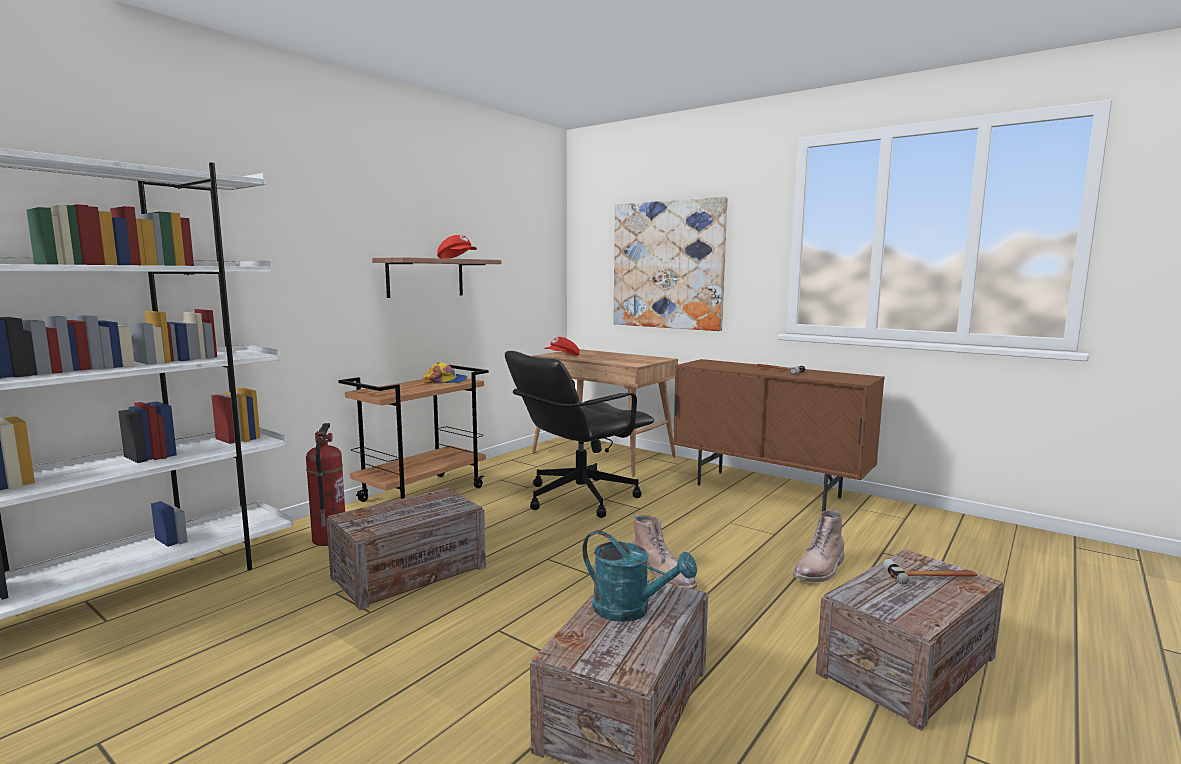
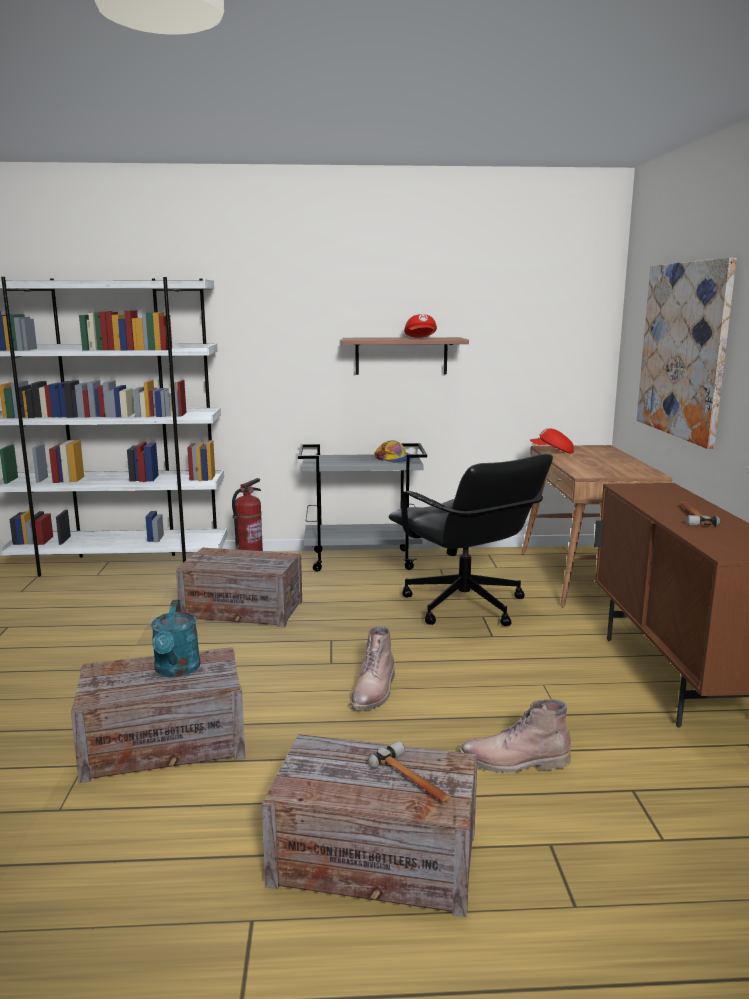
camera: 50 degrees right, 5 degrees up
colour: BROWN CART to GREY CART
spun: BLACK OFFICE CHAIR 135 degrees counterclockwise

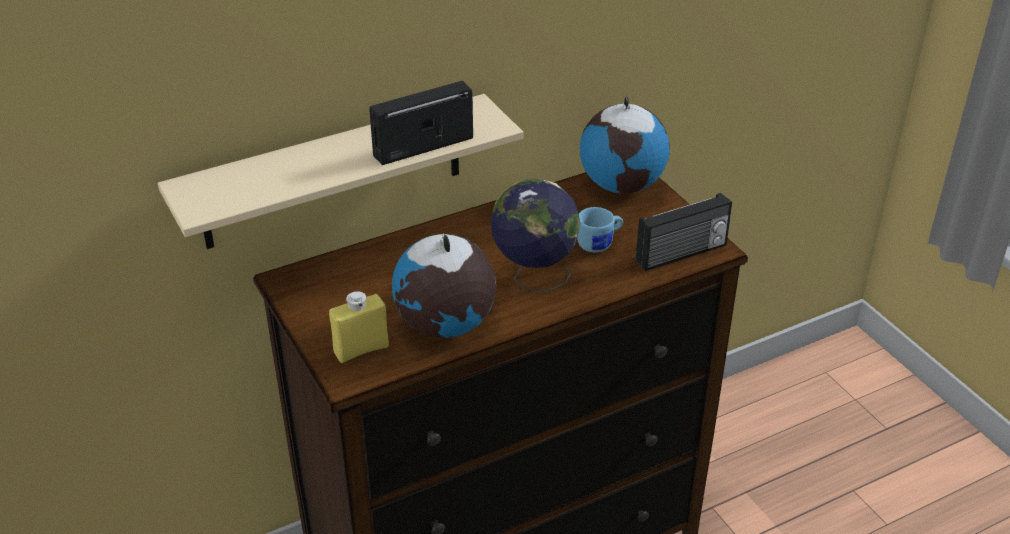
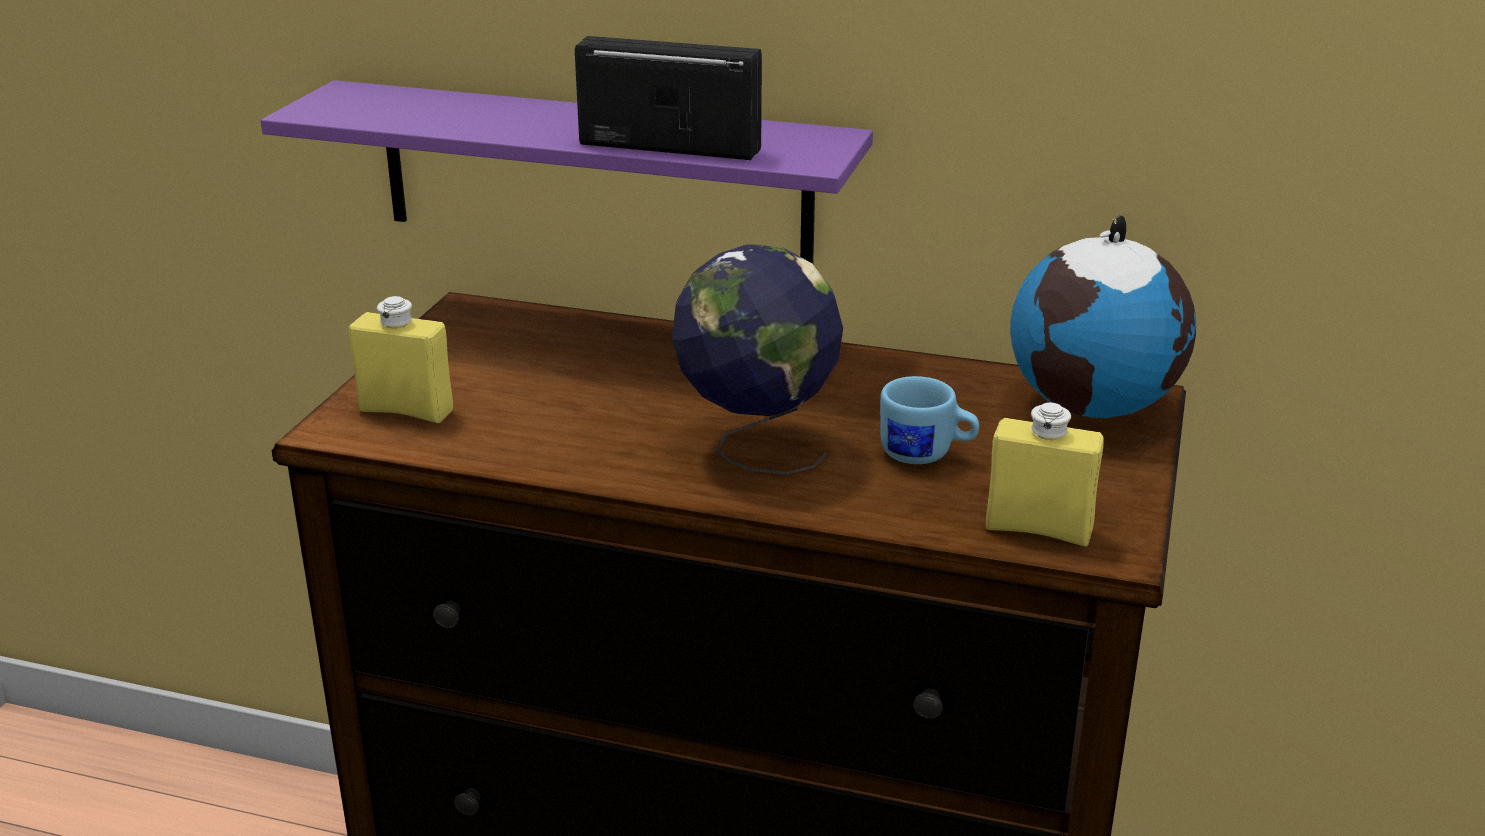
camera: 45 degrees right, 10 degrees down
missing: GLOBE (no. 1 from left)
exchanged: RADIO (no. 2 from left) to YELLOW BOTTLE (no. 2 from left)
colour: BEIGE SHELF to PURPLE SHELF

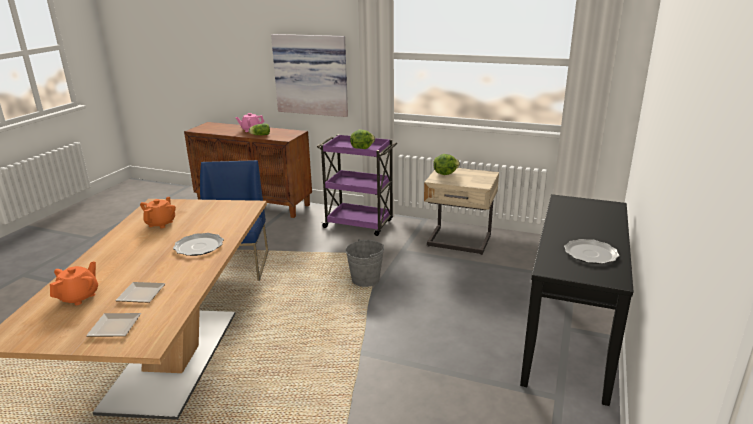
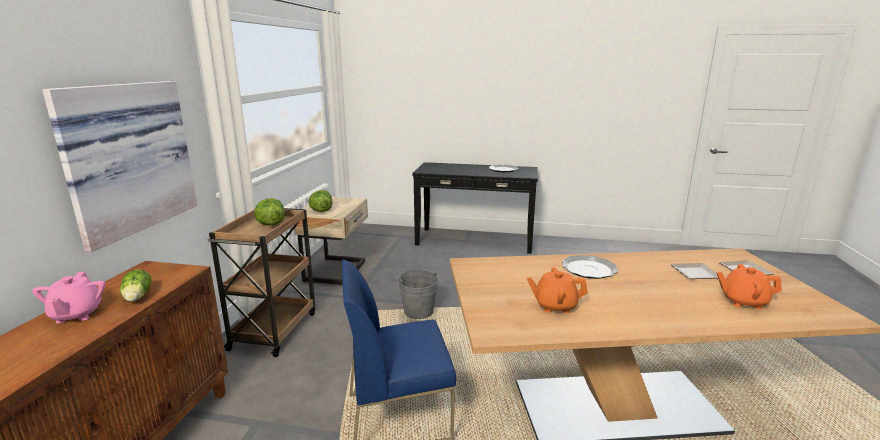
camera: 100 degrees left, 5 degrees down
colour: PURPLE CART to BROWN CART

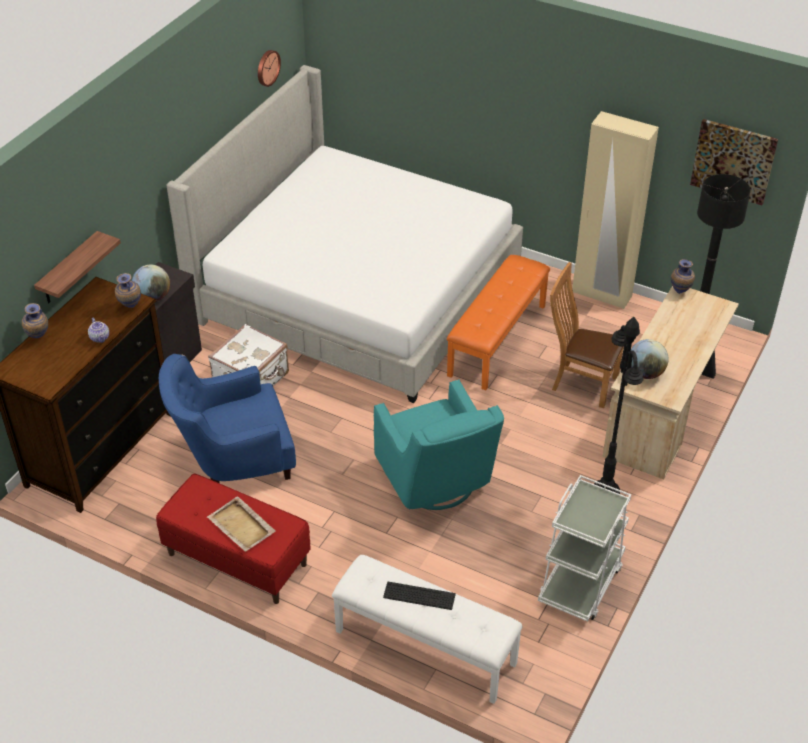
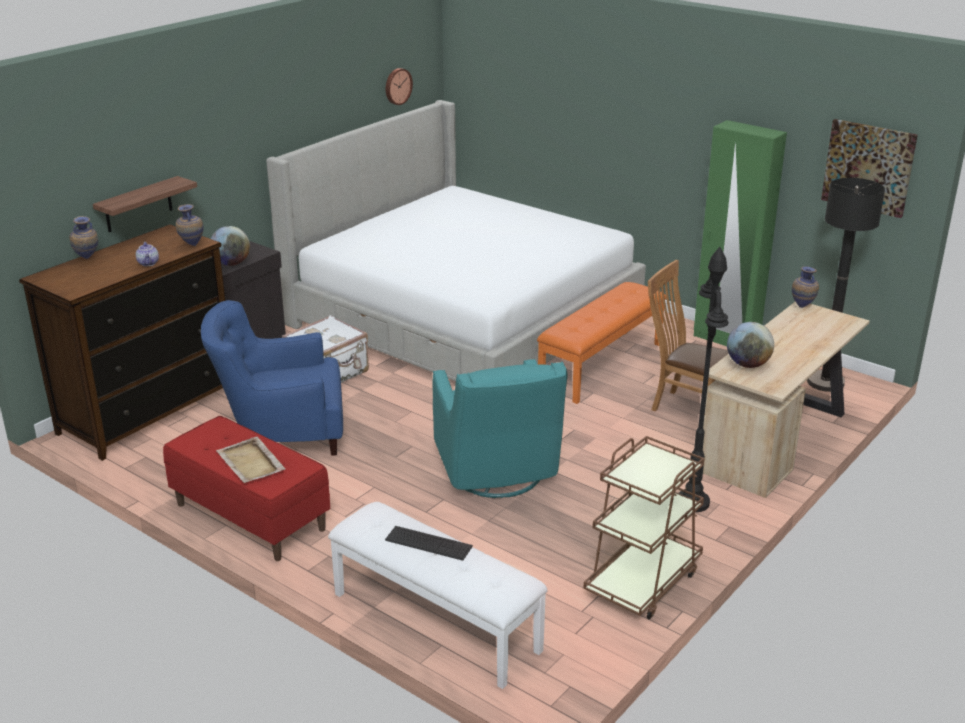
camera: 10 degrees right, 15 degrees down
colour: WHITE CART to BROWN CART; BEIGE WARDROBE to GREEN WARDROBE

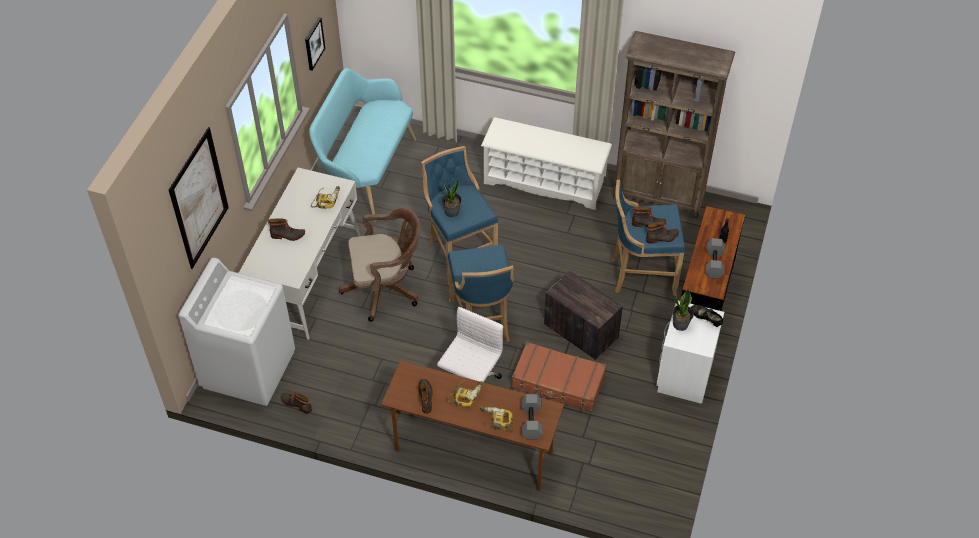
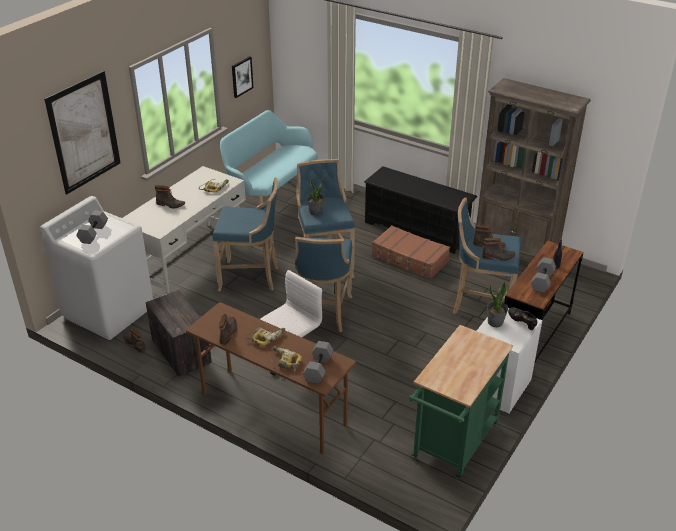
camera: 15 degrees right, 15 degrees down
appeared: GREY DUMBBELL (no. 1 from left); GREEN CART
relocated: BROWN SUITCASE; CRATE
exchanged: BROWN OFFICE CHAIR to BLUE STOOL (no. 1 from left)
colour: WHITE SHOE RACK to BLACK SHOE RACK

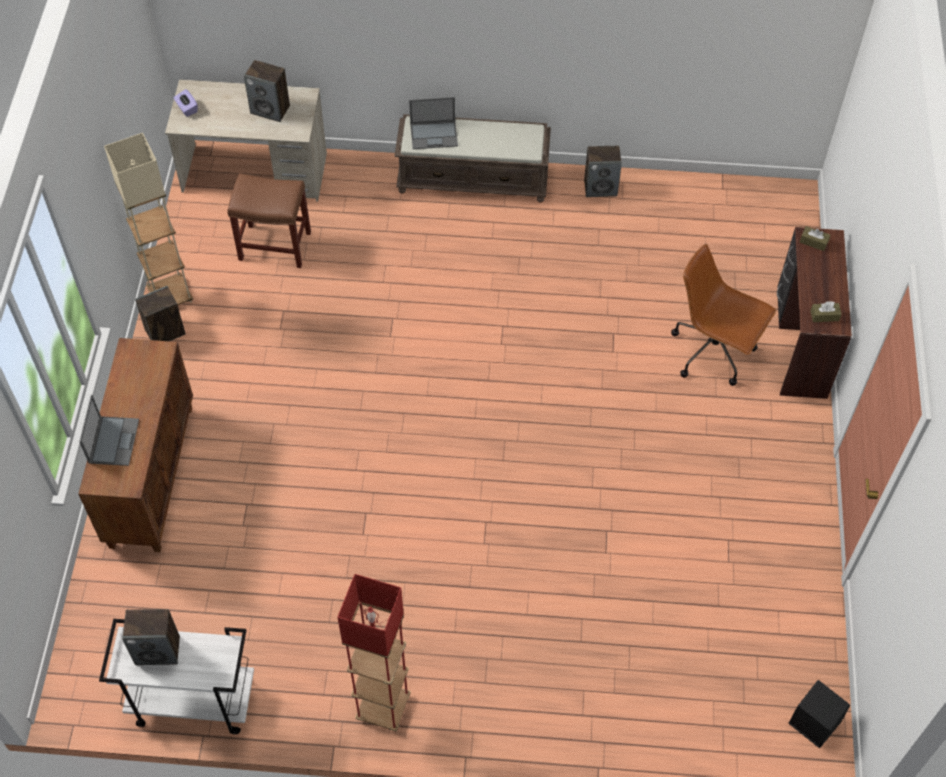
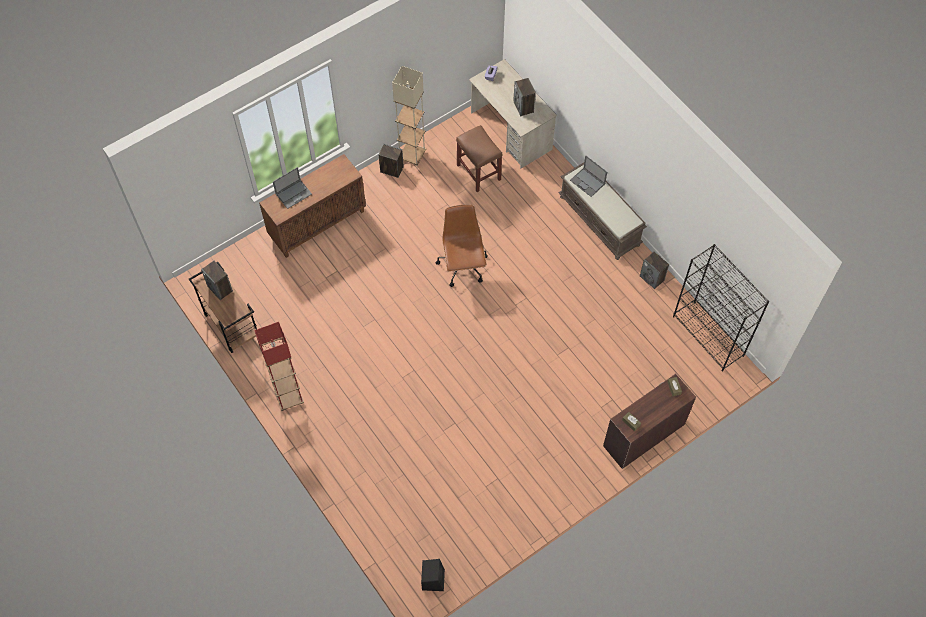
camera: 50 degrees right, 5 degrees up
appeared: BLACK BOOKCASE
relocated: BROWN OFFICE CHAIR
colour: WHITE CART to BROWN CART

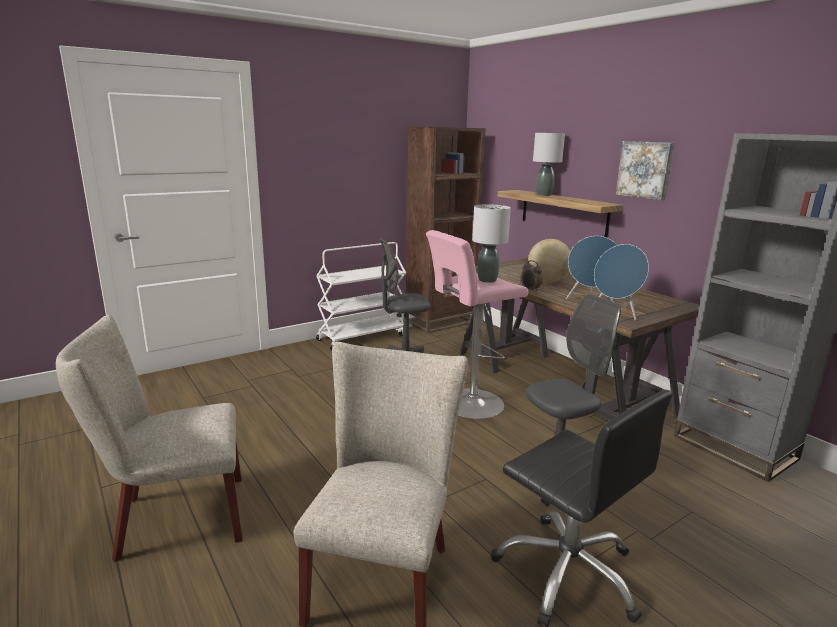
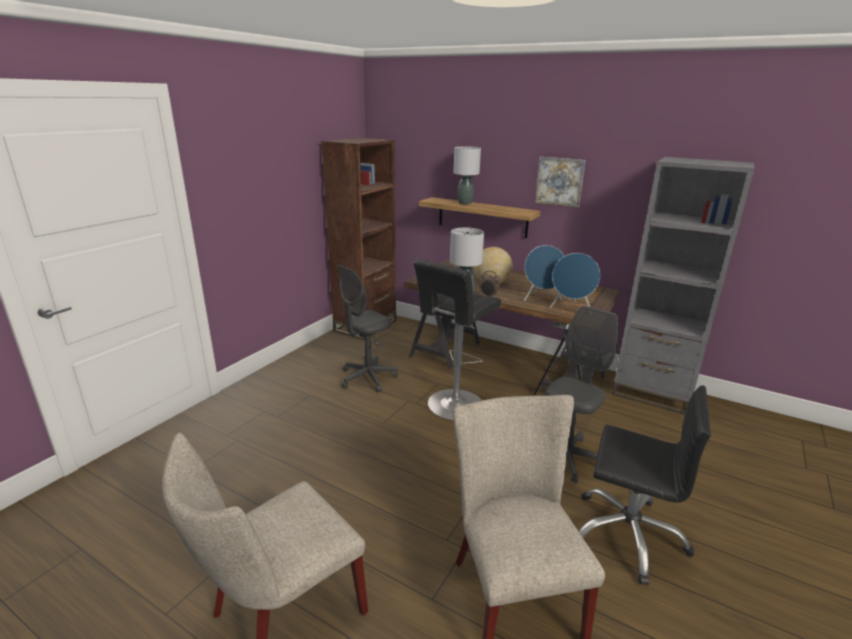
camera: 25 degrees left, 5 degrees up
missing: WHITE CART
colour: PINK STOOL to BLACK STOOL

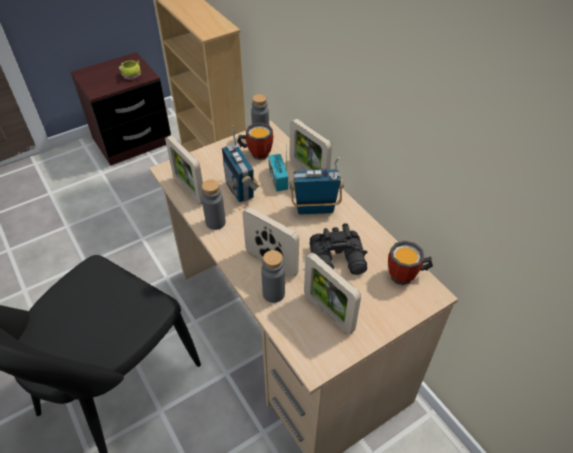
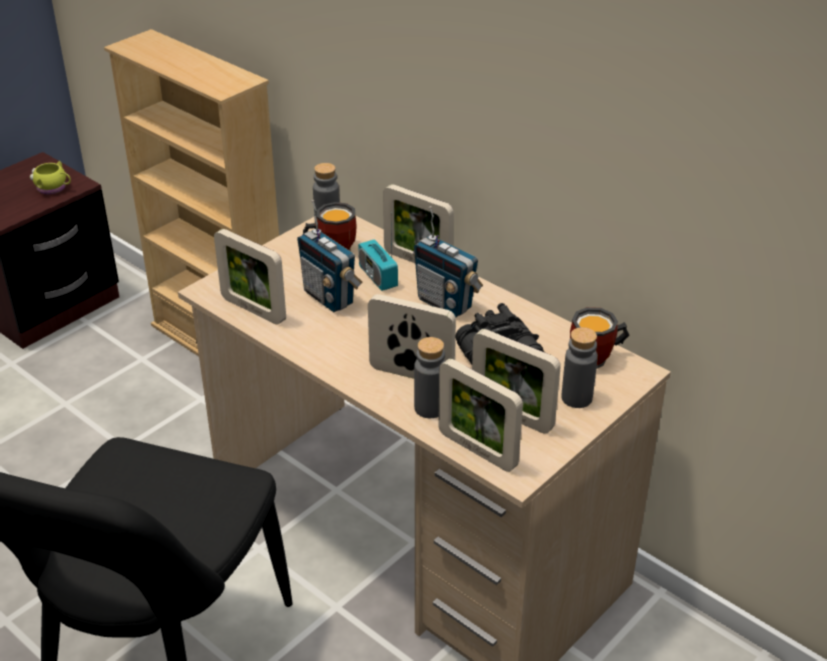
camera: 15 degrees left, 10 degrees down
appeared: PICTURE FRAME (no. 4 from left)
relocated: GREY BOTTLE (no. 1 from left in the first image) to GREY BOTTLE (no. 3 from left)
spun: RADIO (no. 3 from left) 120 degrees counterclockwise

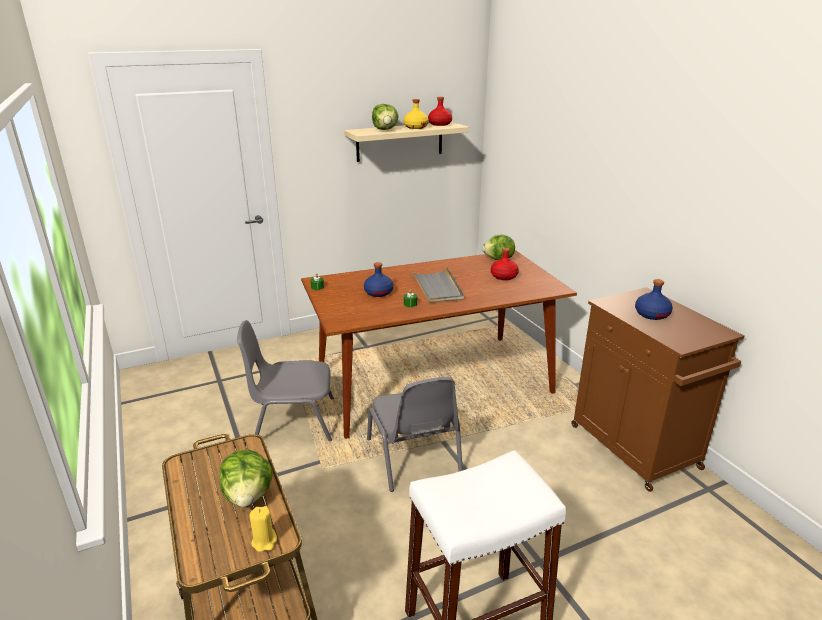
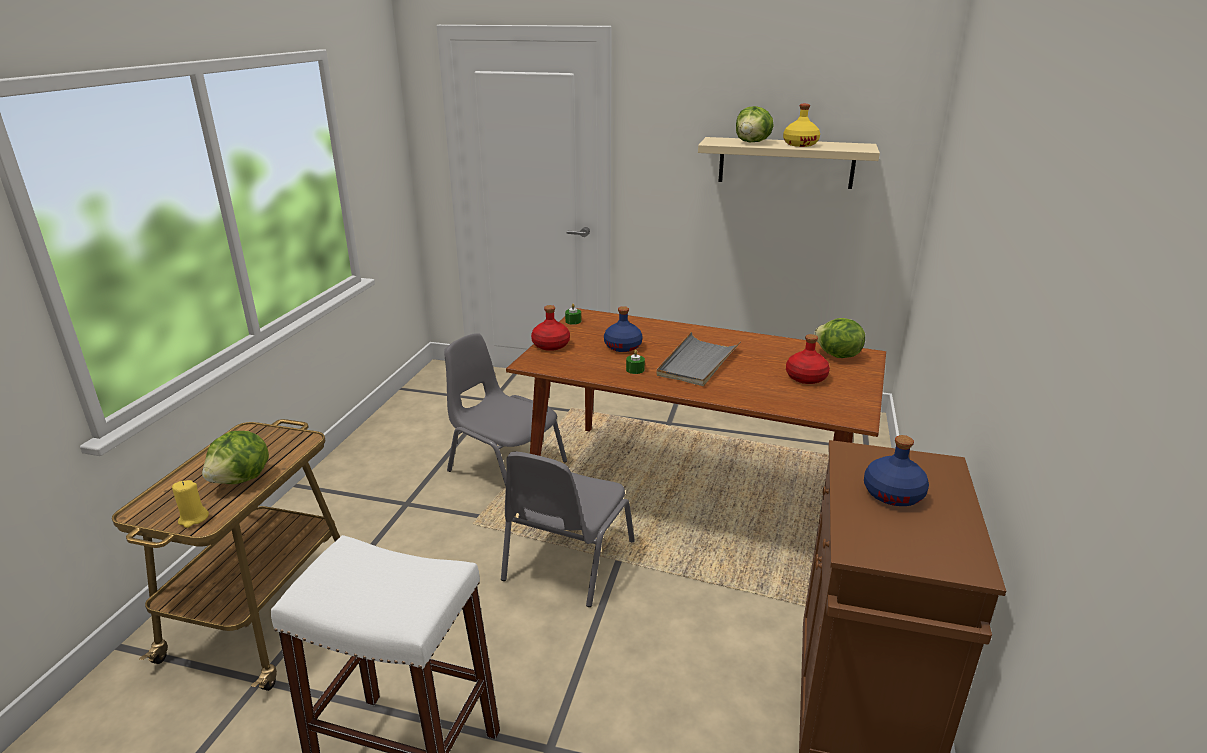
camera: 40 degrees right, 0 degrees up
relocated: RED BOTTLE (no. 1 from left)

